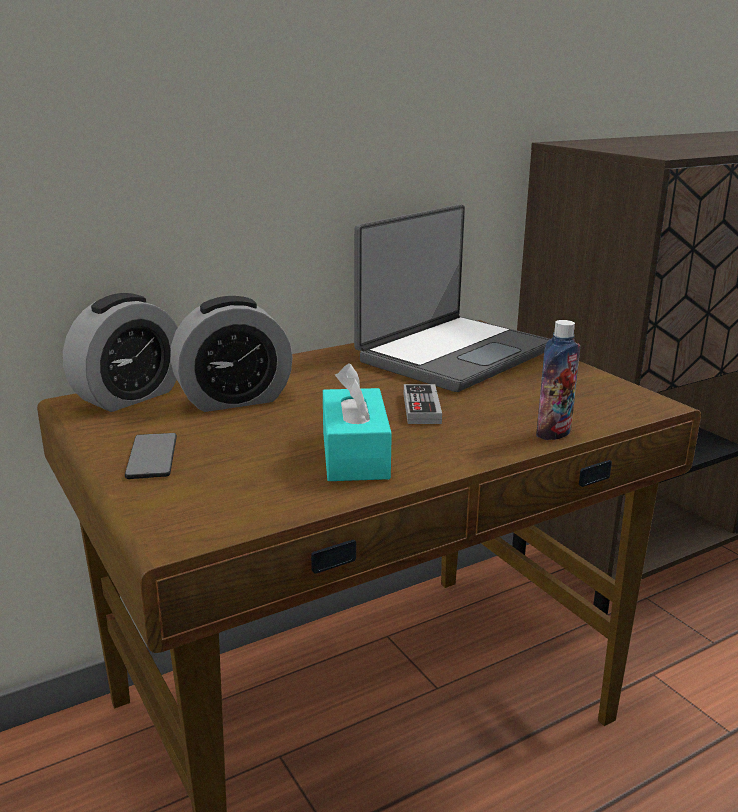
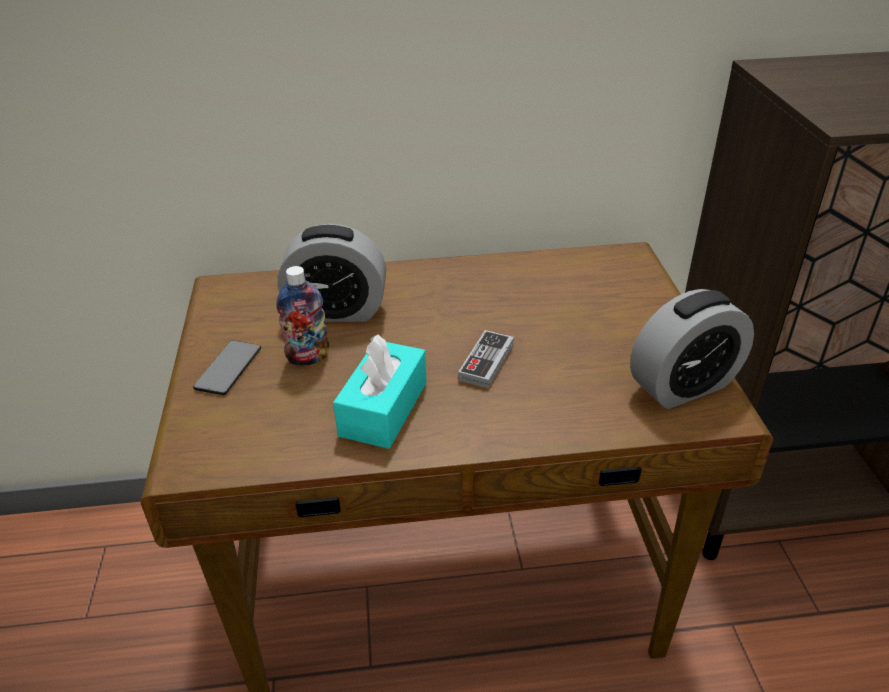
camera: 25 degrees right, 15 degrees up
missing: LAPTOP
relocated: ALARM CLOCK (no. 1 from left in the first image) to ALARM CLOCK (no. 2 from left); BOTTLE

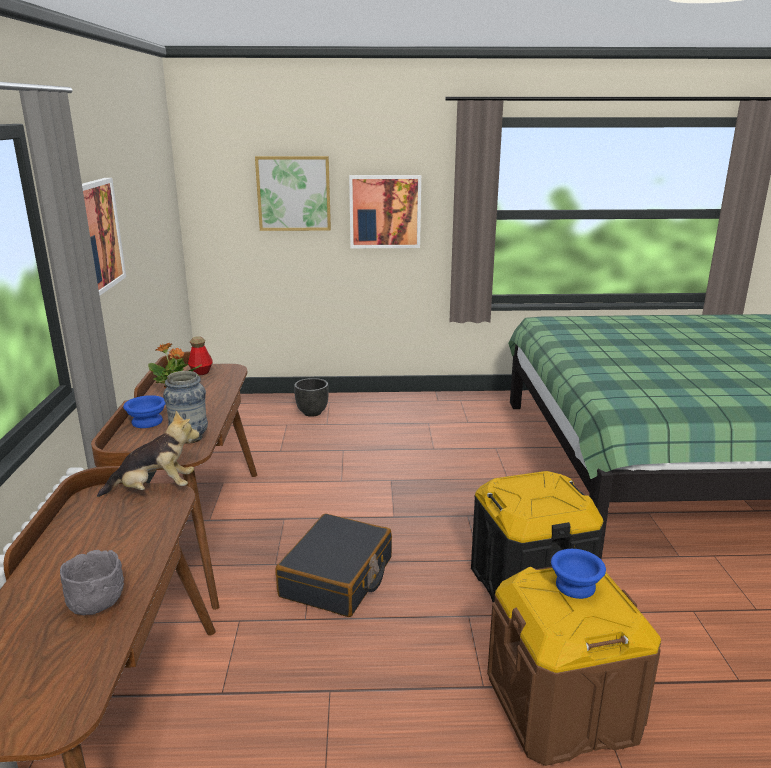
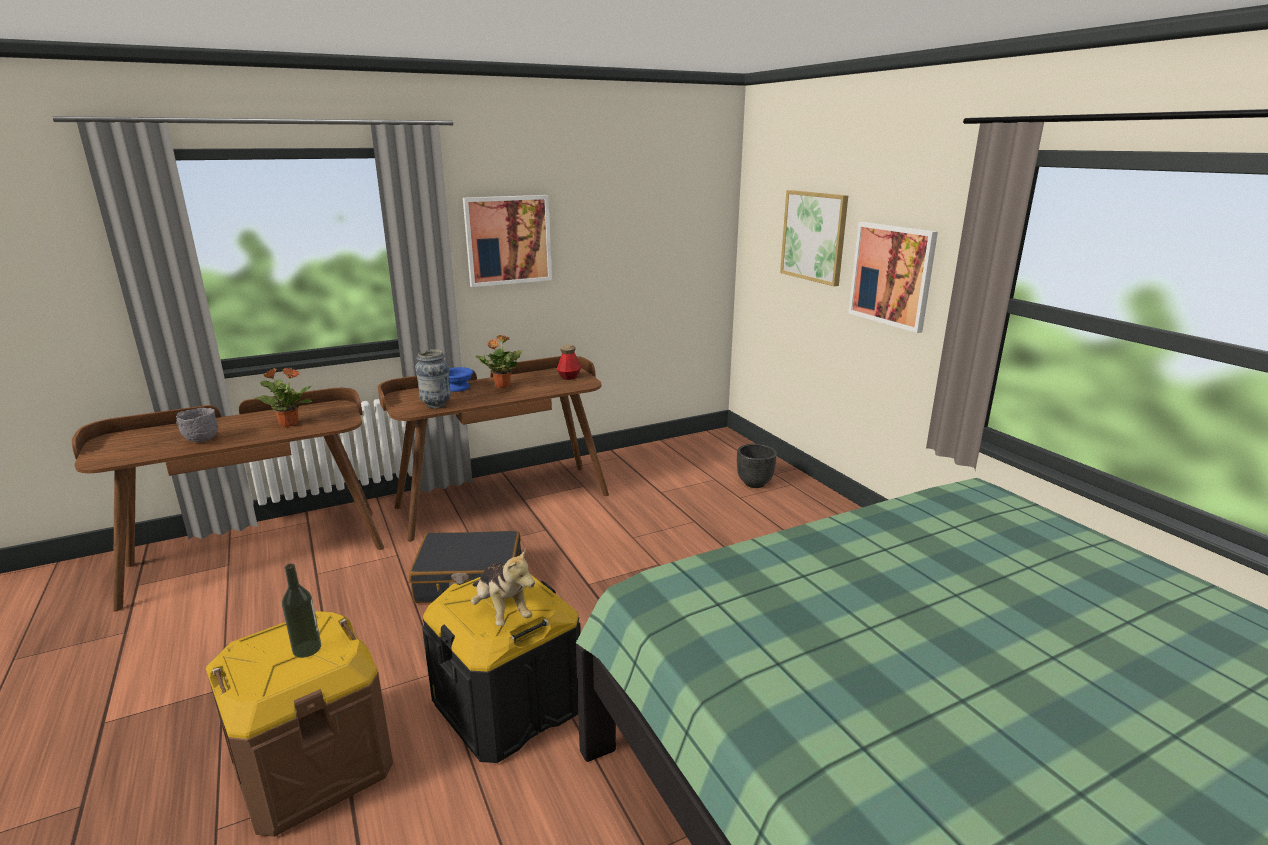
camera: 65 degrees right, 0 degrees up
appeared: POTTED PLANT (no. 1 from left)
relocated: PLUSH TOY
exchanged: BLUE BOWL (no. 2 from left) to BOTTLE (no. 1 from left)

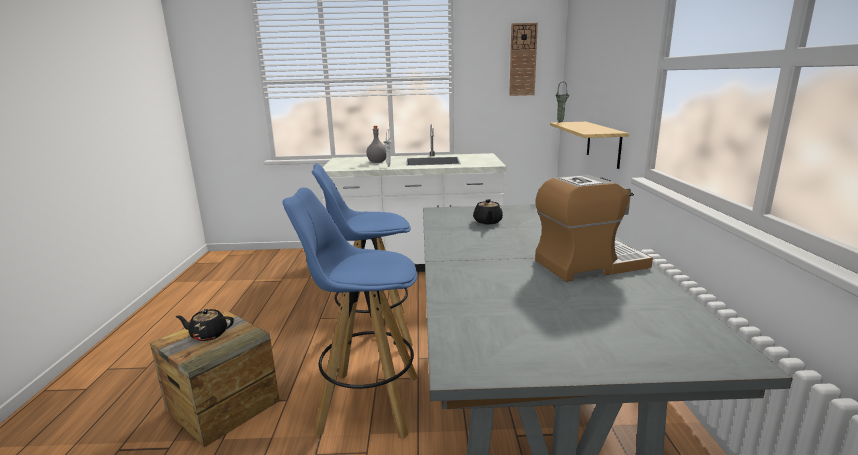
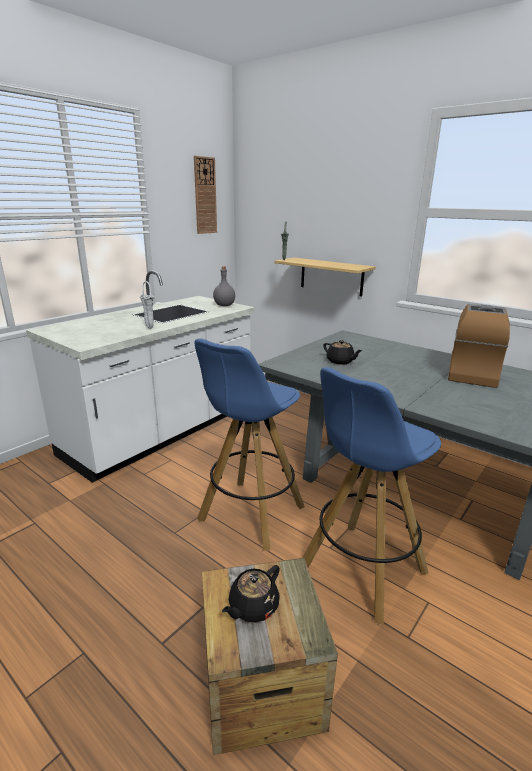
camera: 50 degrees left, 5 degrees up
relocated: GREY BOTTLE

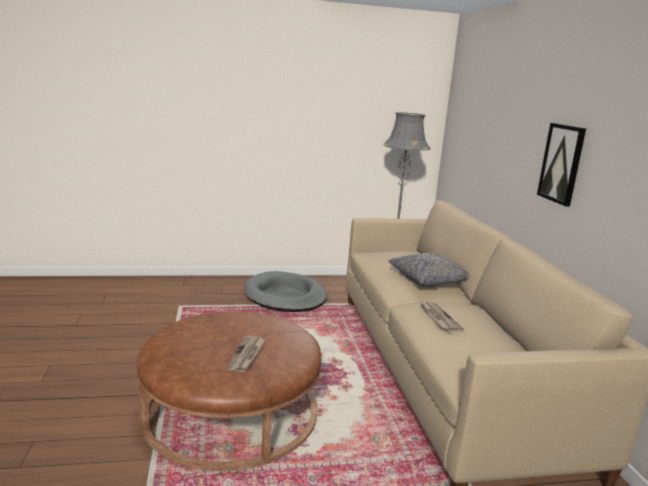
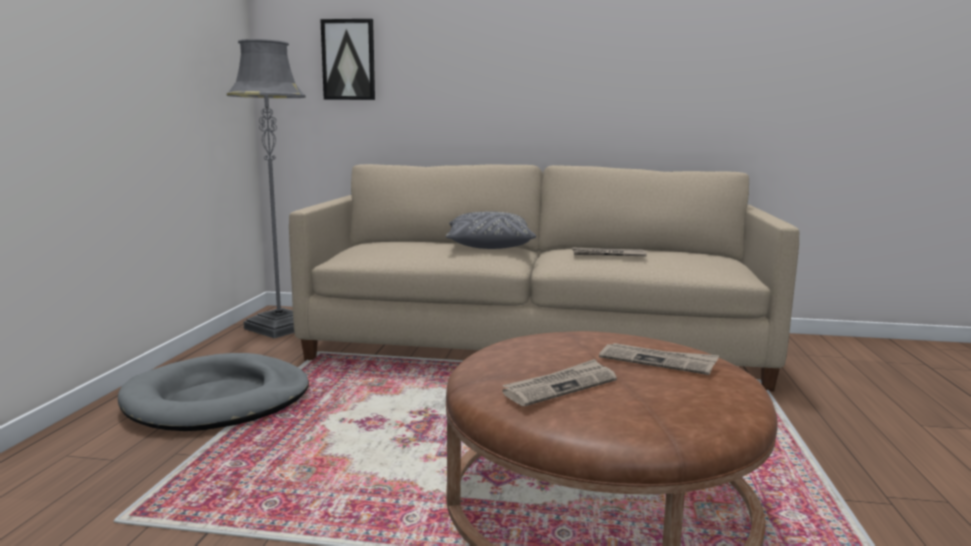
camera: 70 degrees left, 5 degrees down
appeared: NEWSPAPER (no. 1 from left)
relocated: PICTURE

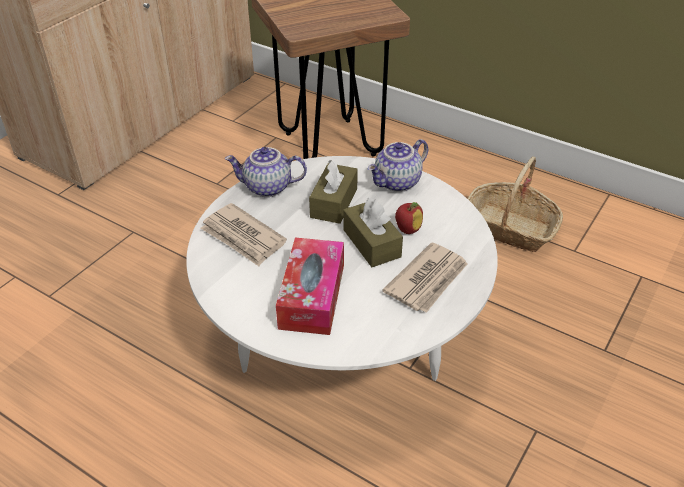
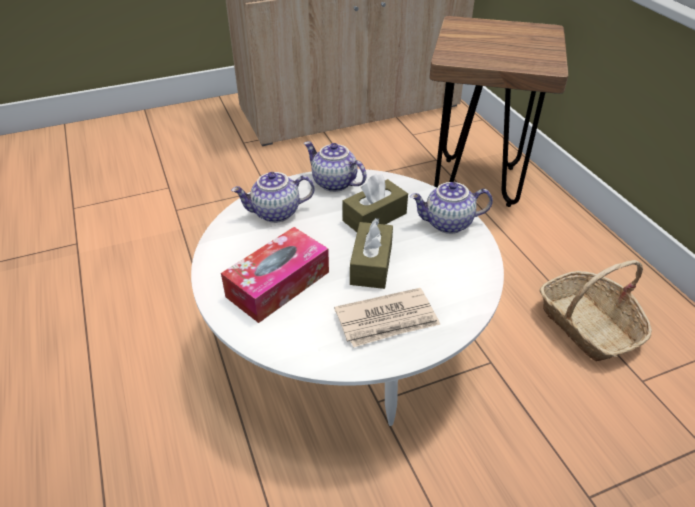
camera: 35 degrees right, 0 degrees up
missing: APPLE
exchanged: NEWSPAPER (no. 1 from left) to TEAPOT (no. 1 from left)

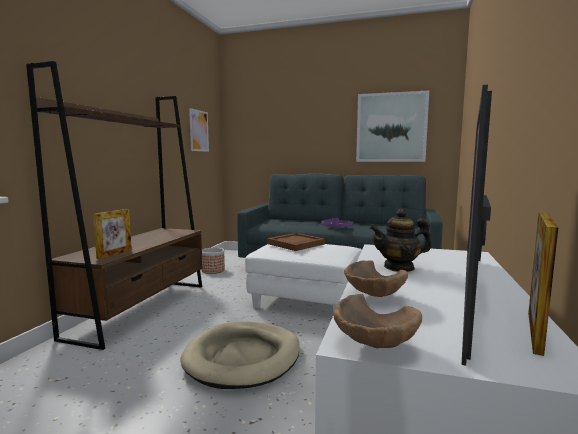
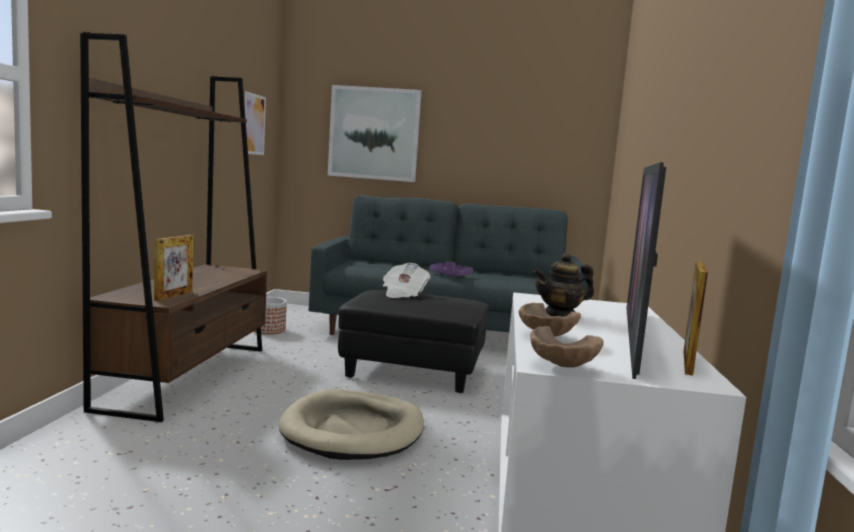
camera: 10 degrees left, 0 degrees up
relocated: PICTURE (no. 2 from left)
exchanged: BROWN TRAY to NEWSPAPER
colour: WHITE OTTOMAN to BLACK OTTOMAN

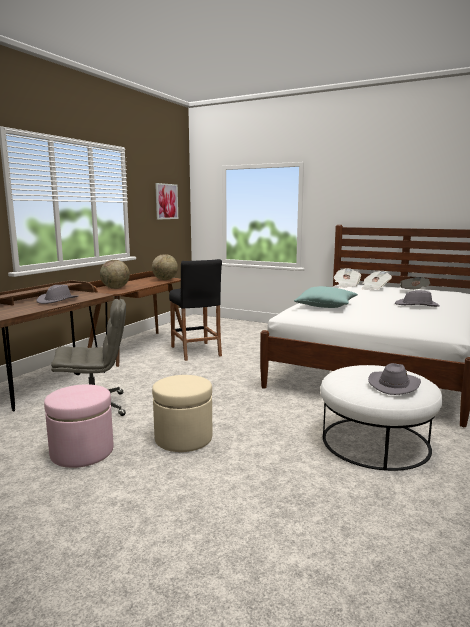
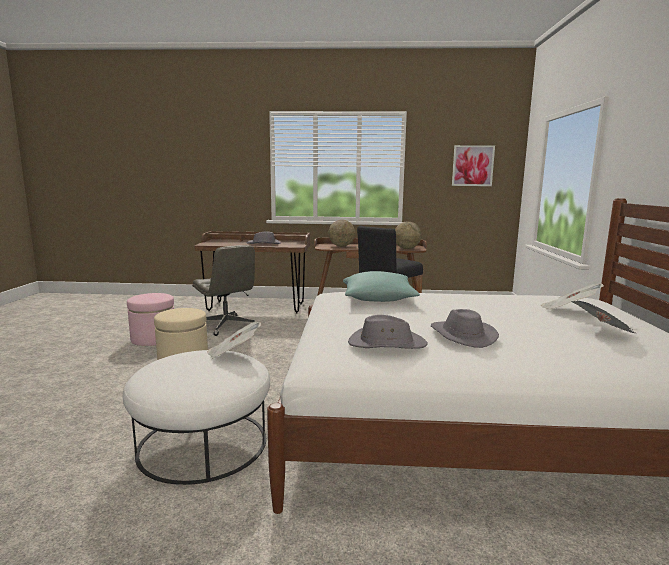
camera: 65 degrees right, 0 degrees up
relocated: NEWSPAPER (no. 1 from left); GREY HAT (no. 2 from left)

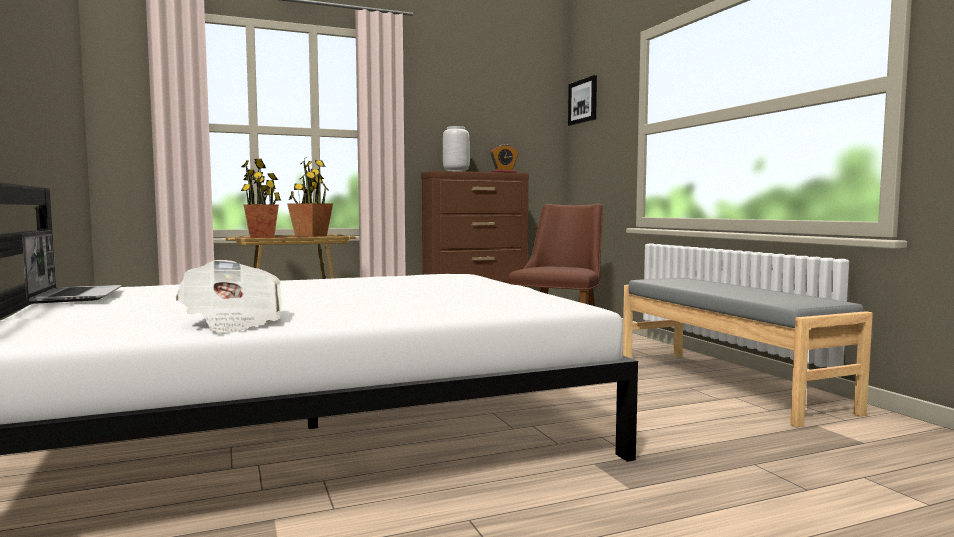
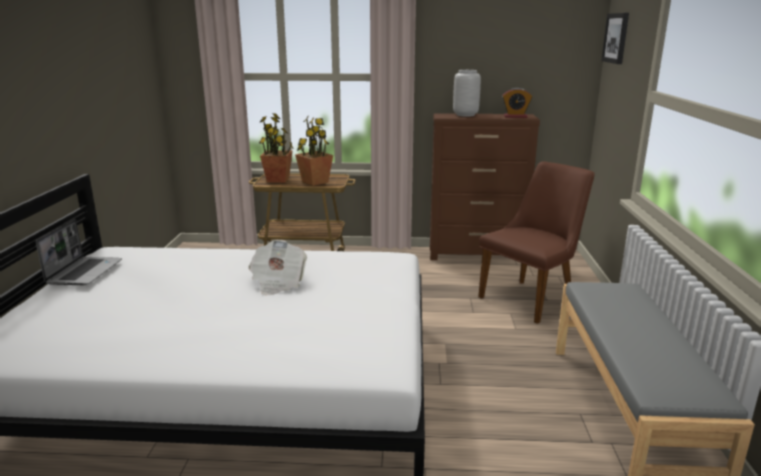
camera: 25 degrees right, 15 degrees up
relocated: NEWSPAPER

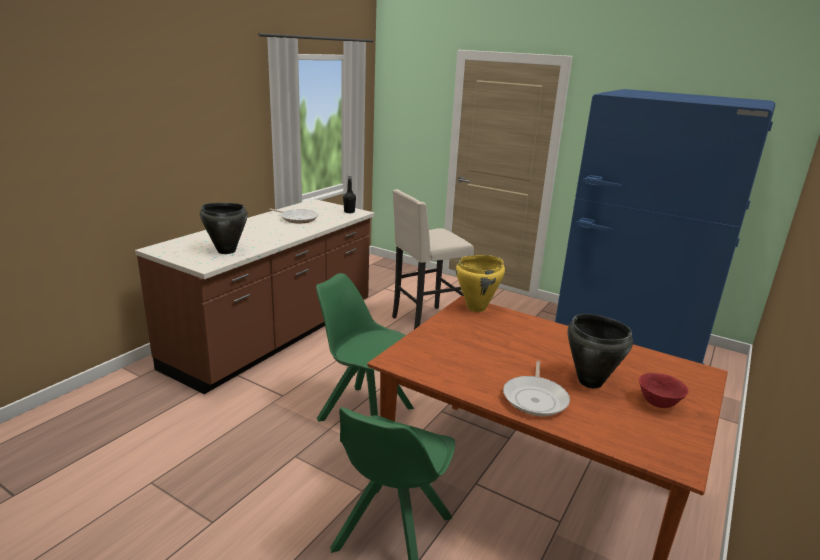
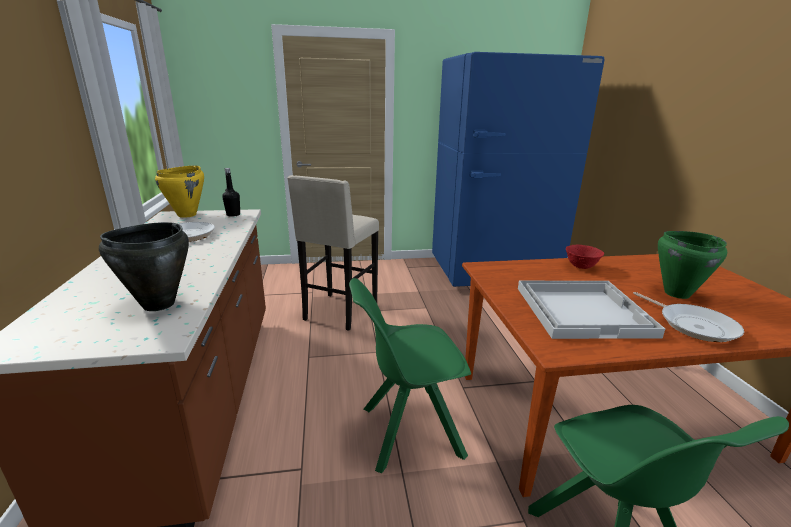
camera: 40 degrees left, 0 degrees up
appeared: WHITE TRAY
relocated: YELLOW COOKING POT; RED BOWL
colour: BLACK COOKING POT (no. 2 from left) to GREEN COOKING POT

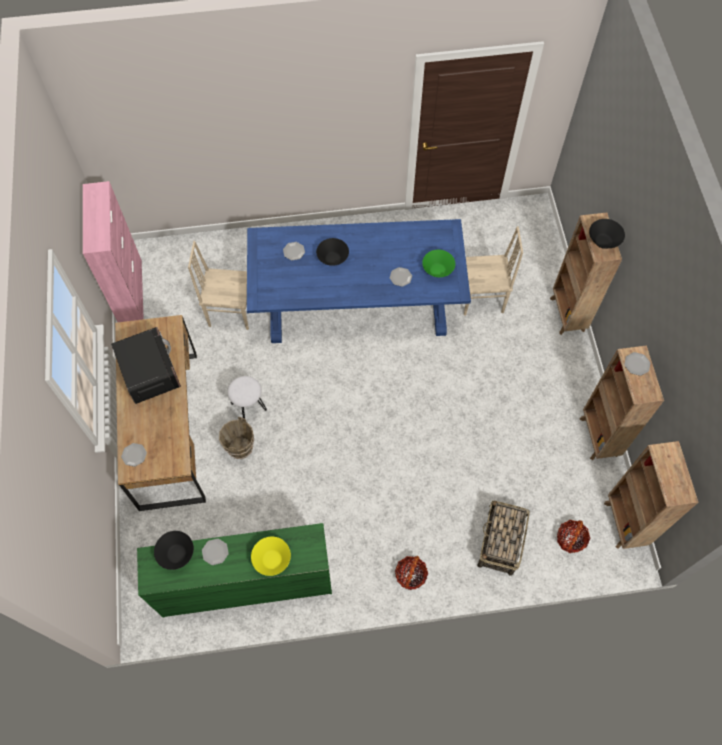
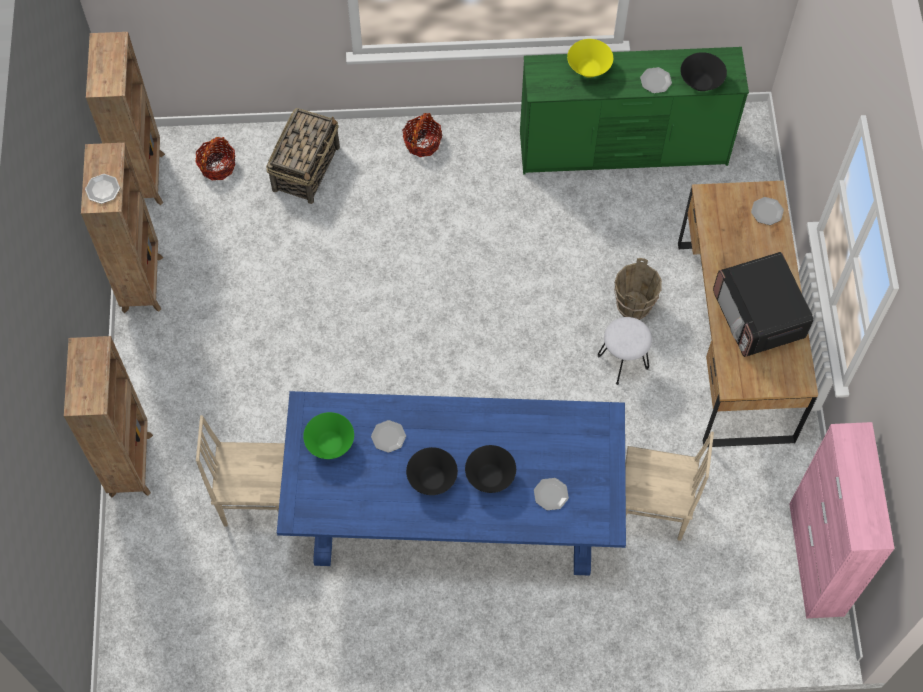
camera: 175 degrees left, 0 degrees up
relocated: BLACK BOWL (no. 3 from left in the first image) to BLACK BOWL (no. 1 from left)

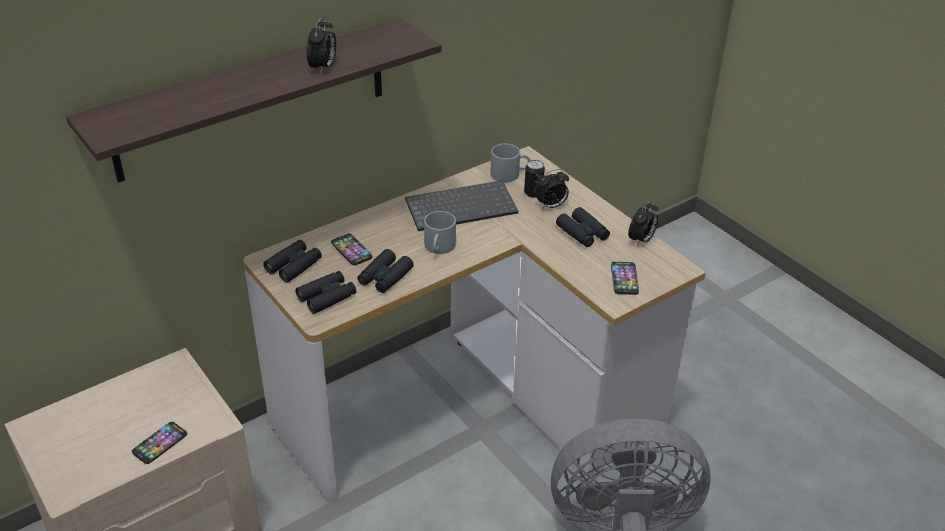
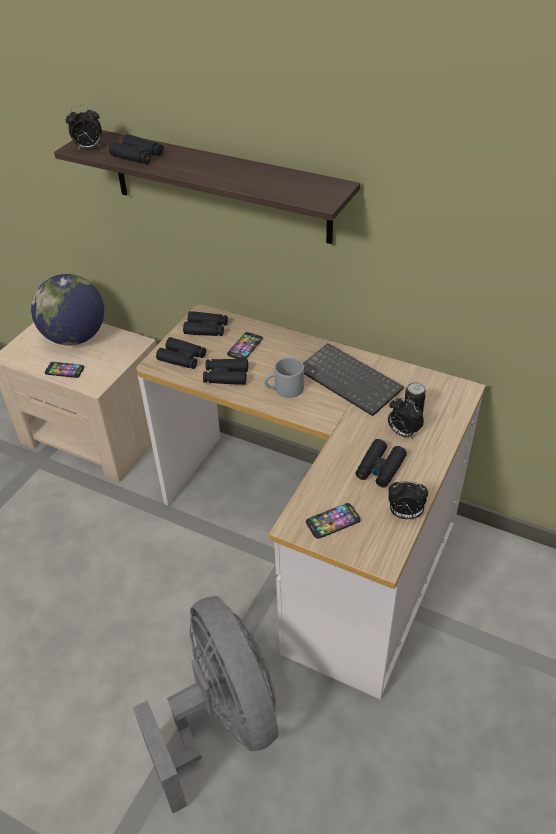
camera: 65 degrees right, 5 degrees up
missing: GREY MUG (no. 2 from left)
appeared: GLOBE; BLACK BINOCULARS (no. 1 from left)
relocated: ALARM CLOCK (no. 1 from left)

